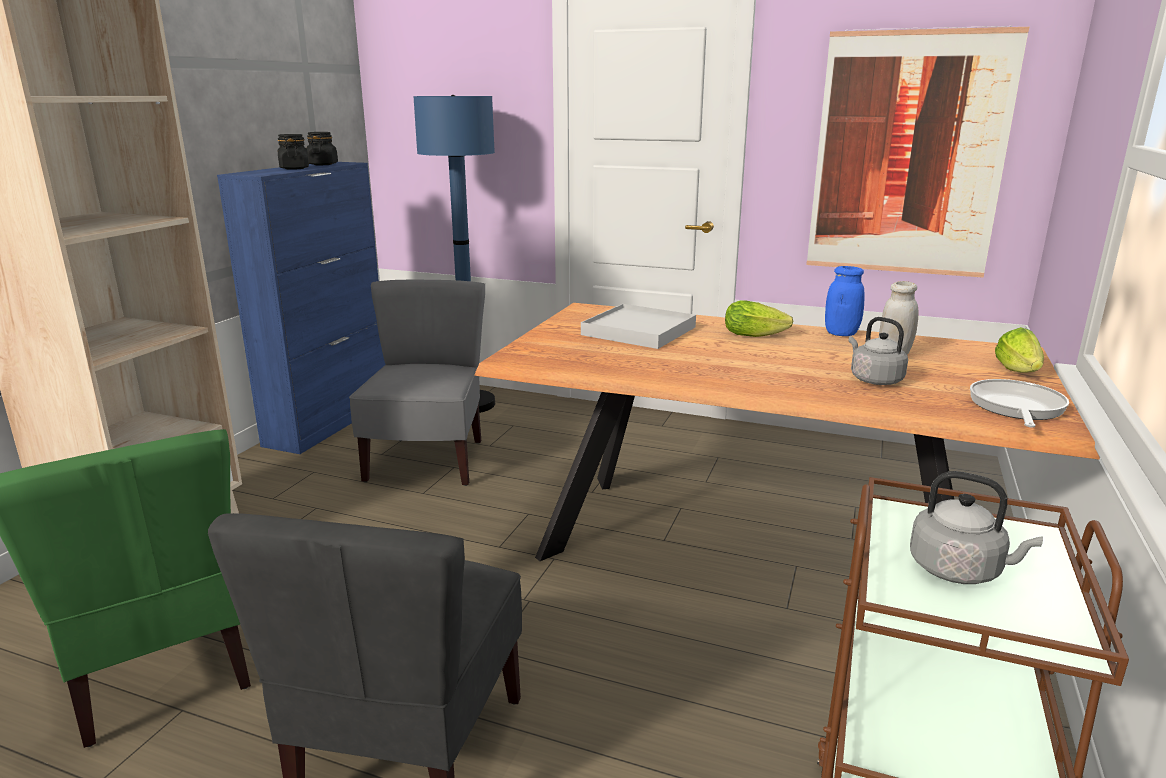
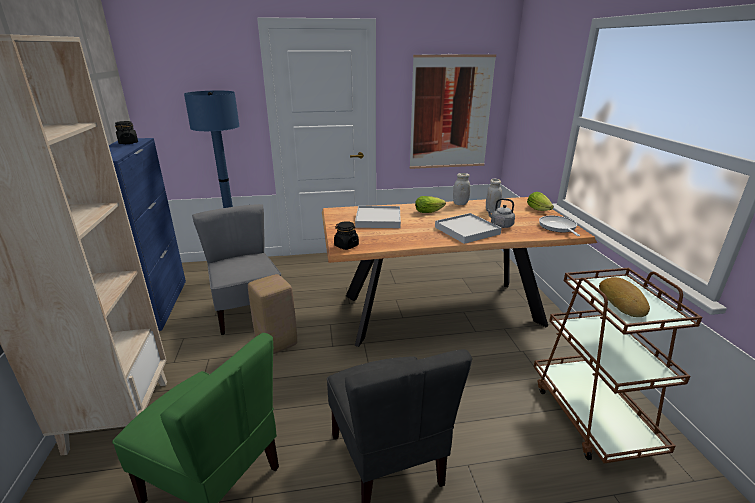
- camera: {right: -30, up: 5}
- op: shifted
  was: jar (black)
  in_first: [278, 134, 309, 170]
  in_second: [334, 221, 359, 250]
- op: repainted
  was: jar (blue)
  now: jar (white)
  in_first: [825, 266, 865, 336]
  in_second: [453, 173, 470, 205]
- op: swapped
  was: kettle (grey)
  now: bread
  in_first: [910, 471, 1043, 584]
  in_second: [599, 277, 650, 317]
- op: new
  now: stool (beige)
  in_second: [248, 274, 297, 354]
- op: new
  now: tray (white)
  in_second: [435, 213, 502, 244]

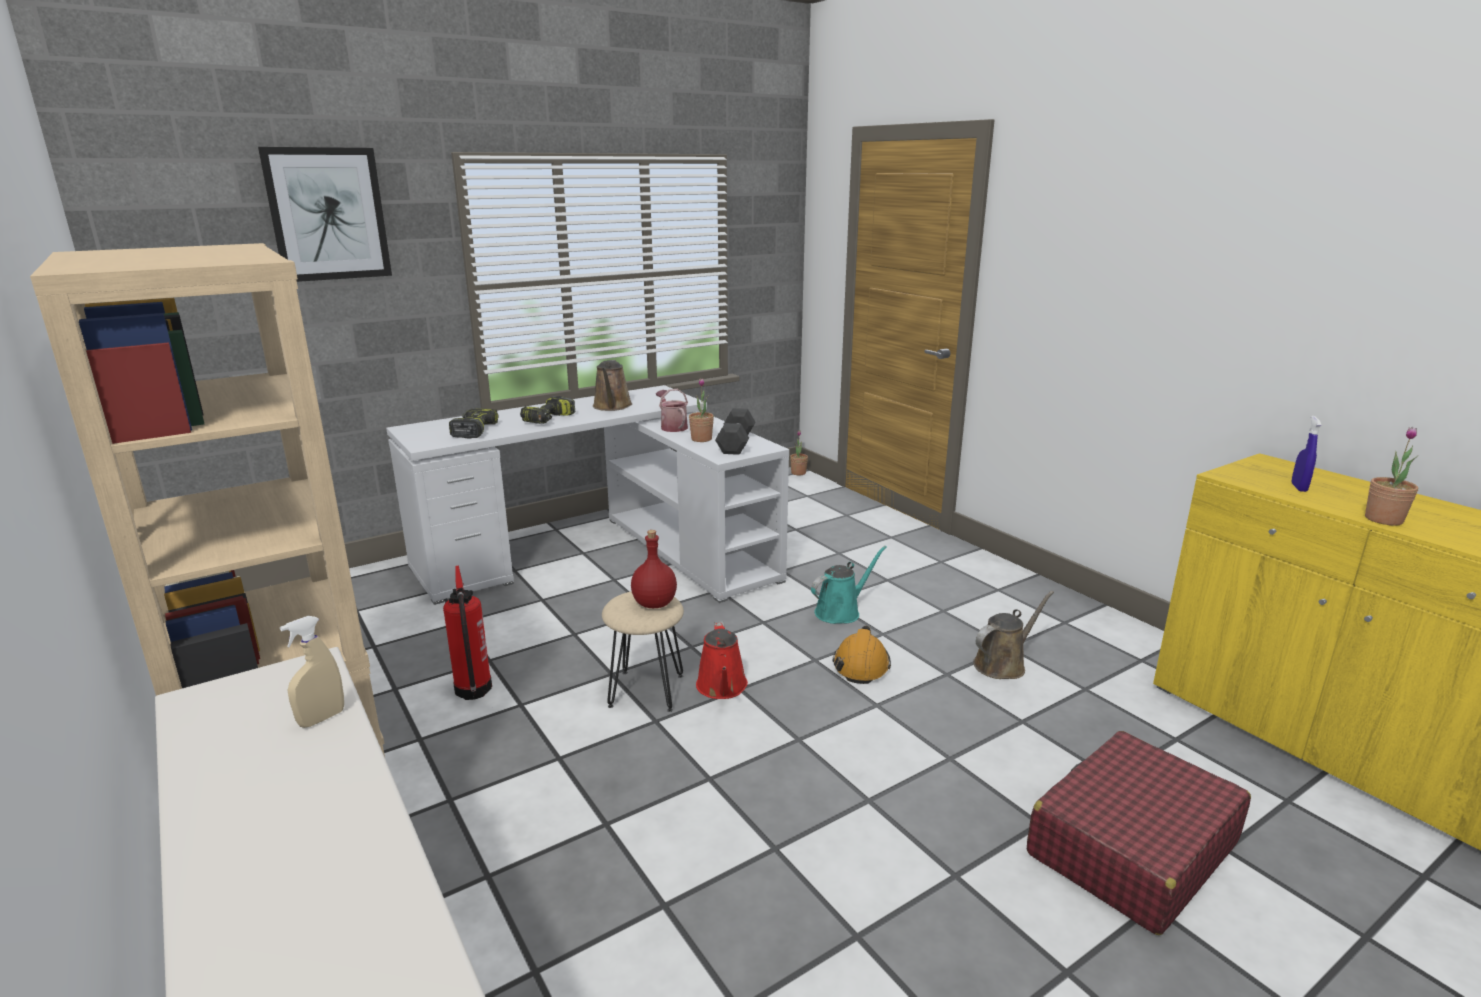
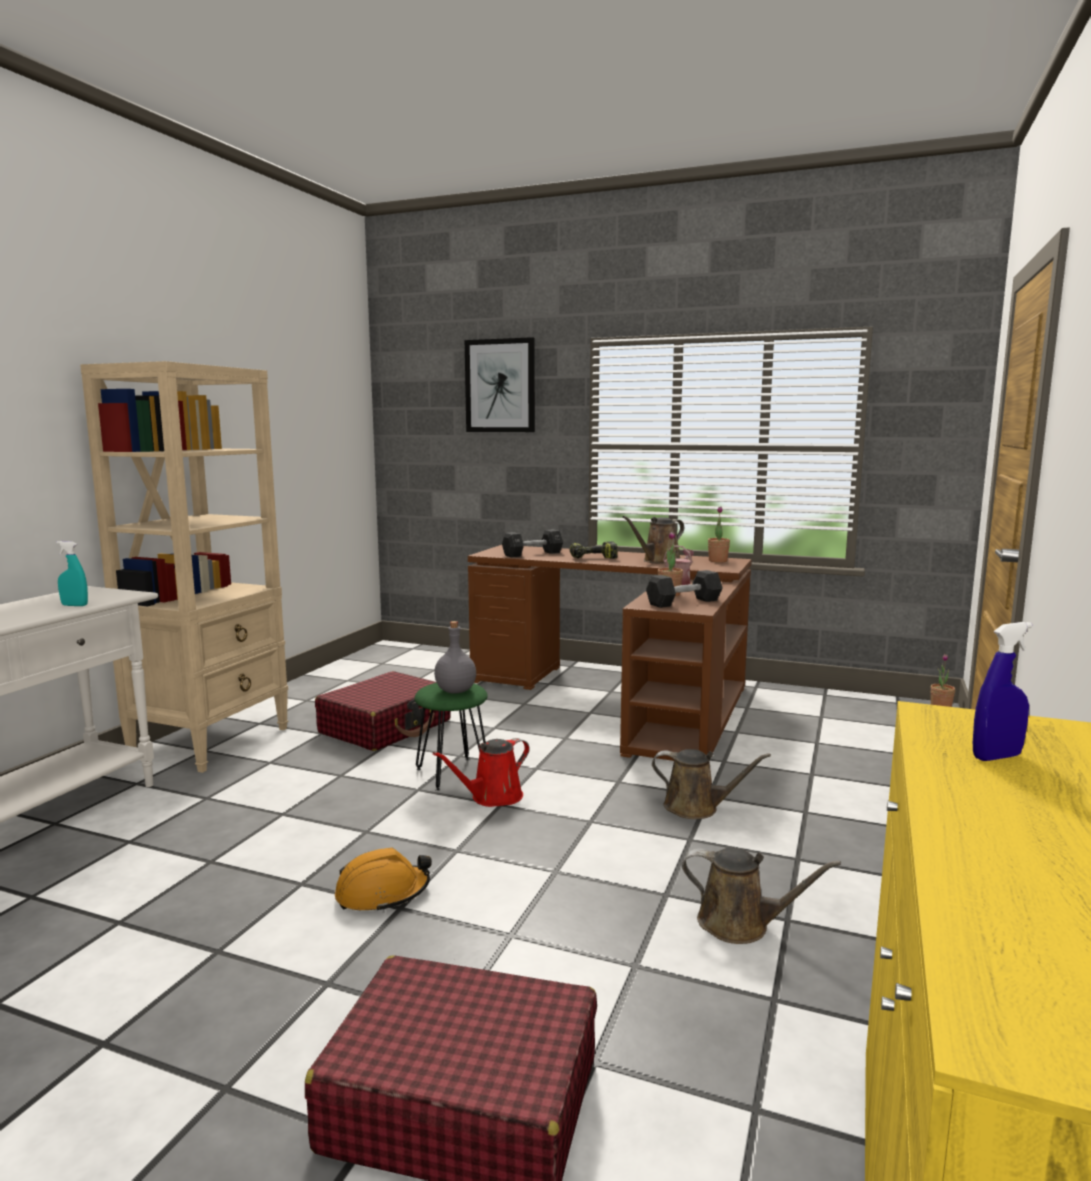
- camera: {right: 55, up: -10}
- op: repainted
  was: spray bottle (beige)
  now: spray bottle (turquoise)
  in_first: [280, 616, 344, 728]
  in_second: [56, 541, 88, 606]
- op: repainted
  was: desk (white)
  now: desk (brown)
  in_first: [386, 385, 789, 605]
  in_second: [468, 545, 751, 761]
- op: swapped
  was: fire extinguisher
  now: suitcase (red)
  in_first: [443, 566, 492, 700]
  in_second: [315, 671, 451, 751]
- op: swapped
  was: power drill
  now: dumbbell (black)
  in_first: [449, 408, 498, 439]
  in_second: [502, 529, 563, 557]
- op: repainted
  was: stool (beige)
  now: stool (green)
  in_first: [602, 591, 684, 712]
  in_second: [414, 683, 488, 791]
- op: repainted
  was: bottle (red)
  now: bottle (grey)
  in_first: [631, 530, 677, 608]
  in_second: [434, 621, 476, 694]
- op: repainted
  was: watering can (turquoise)
  now: watering can (brown)
  in_first: [811, 546, 887, 624]
  in_second: [652, 749, 771, 819]
- op: shifted
  was: hard hat (orange)
  in_first: [832, 626, 891, 684]
  in_second: [335, 847, 432, 912]
- op: shifted
  was: potted plant
  in_first: [1365, 427, 1418, 526]
  in_second: [708, 506, 730, 562]

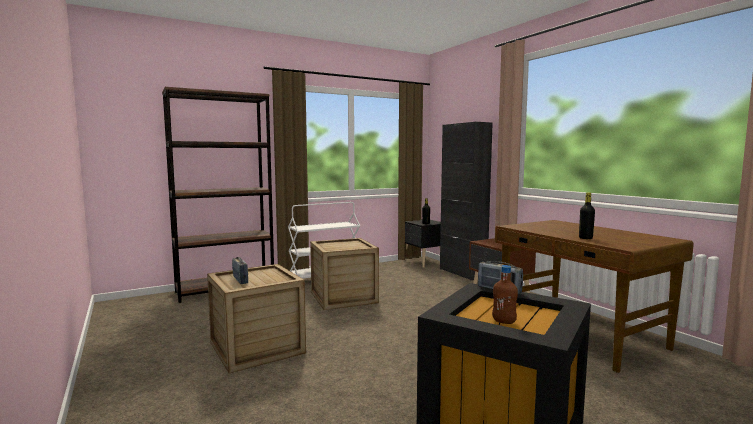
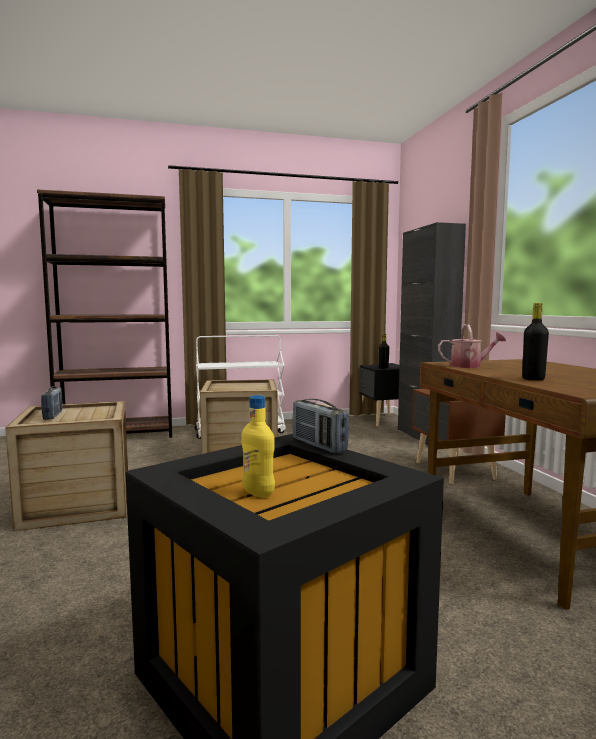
- camera: {right: 15, up: 0}
- op: repainted
  was: bottle (brown)
  now: bottle (yellow)
  in_first: [492, 265, 518, 324]
  in_second: [242, 395, 275, 498]
- op: new
  now: watering can
  in_second: [438, 324, 506, 368]

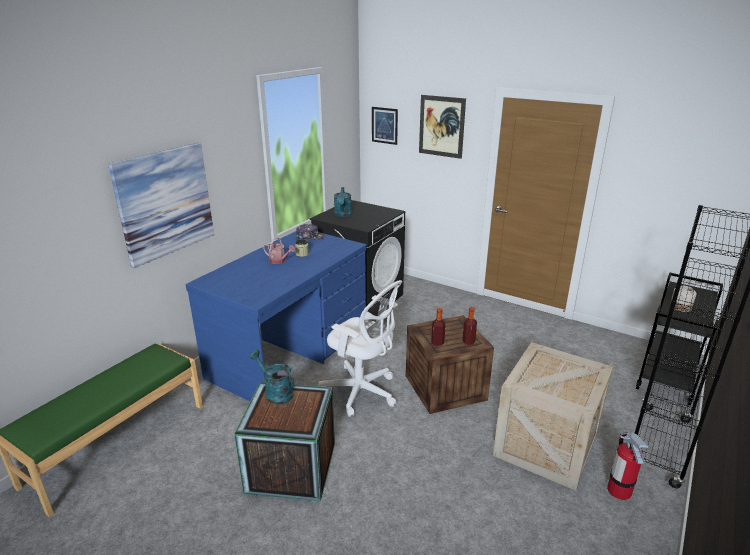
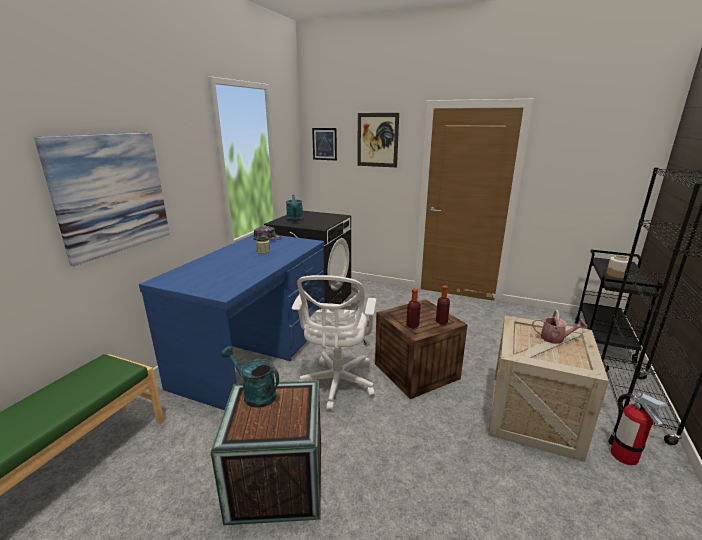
- camera: {right: -10, up: -5}
- op: shifted
  was: watering can
  in_first: [263, 237, 295, 264]
  in_second: [532, 310, 588, 344]
- op: rotated
  was: office chair (white)
  in_first: [318, 280, 403, 417]
  in_second: [292, 275, 376, 411]
  clockwise: 75

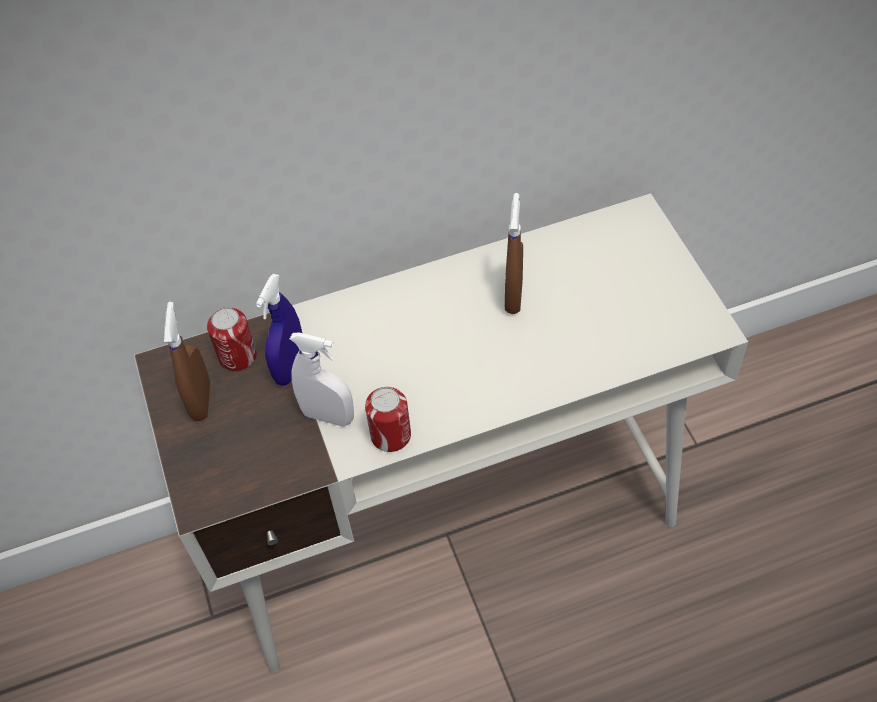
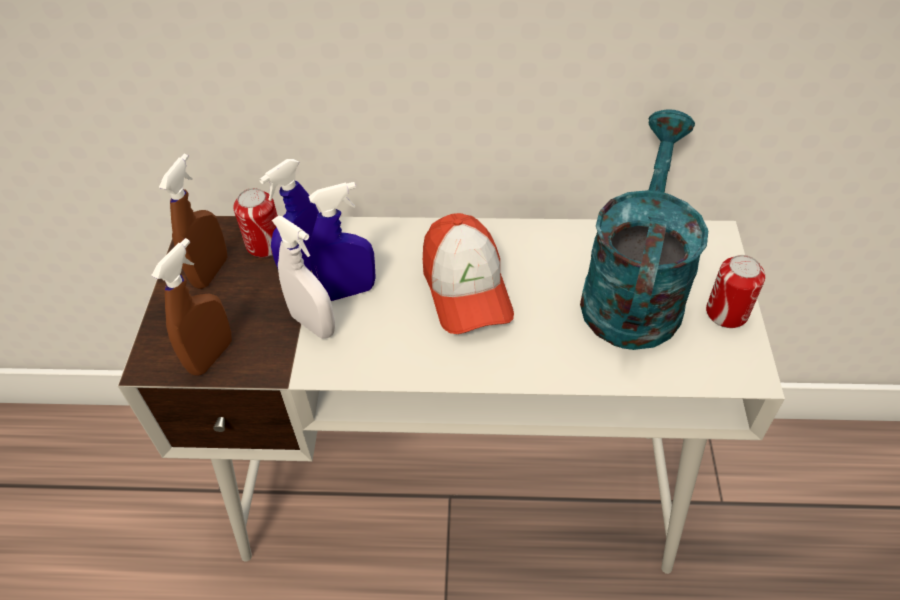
- camera: {right: 20, up: -5}
- op: shifted
  was: can
  in_first: [365, 387, 411, 452]
  in_second: [706, 255, 765, 328]
- op: shifted
  was: spray bottle (brown)
  in_first: [505, 193, 523, 314]
  in_second: [151, 238, 232, 376]
- op: new
  now: spray bottle (blue)
  in_second: [309, 182, 376, 301]
- op: new
  now: cap
  in_second: [423, 213, 514, 334]
- op: new
  now: watering can (turquoise)
  in_second: [580, 110, 708, 350]

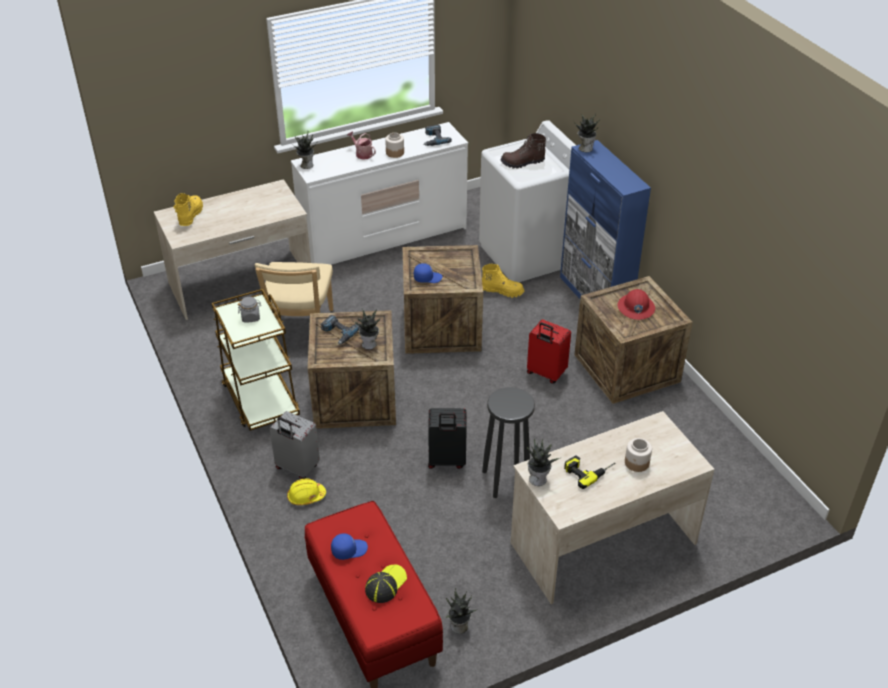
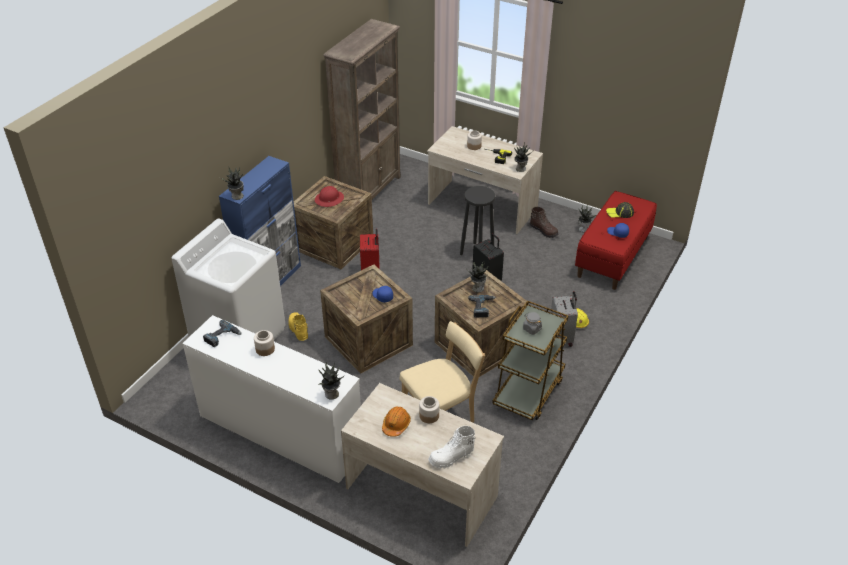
- camera: {right: -125, up: 0}
- op: repainted
  was: boot (yellow)
  now: boot (white)
  in_first: [174, 193, 203, 226]
  in_second: [428, 426, 475, 468]
- op: gone
  was: watering can
  in_first: [347, 131, 376, 160]
- op: shifted
  was: boot (brown)
  in_first: [500, 133, 546, 169]
  in_second: [530, 207, 558, 238]
- op: new
  now: bookcase (brown)
  in_second: [323, 19, 401, 199]
- op: new
  now: hard hat (orange)
  in_second: [382, 407, 411, 437]
- op: new
  now: jar
  in_second: [419, 396, 439, 423]

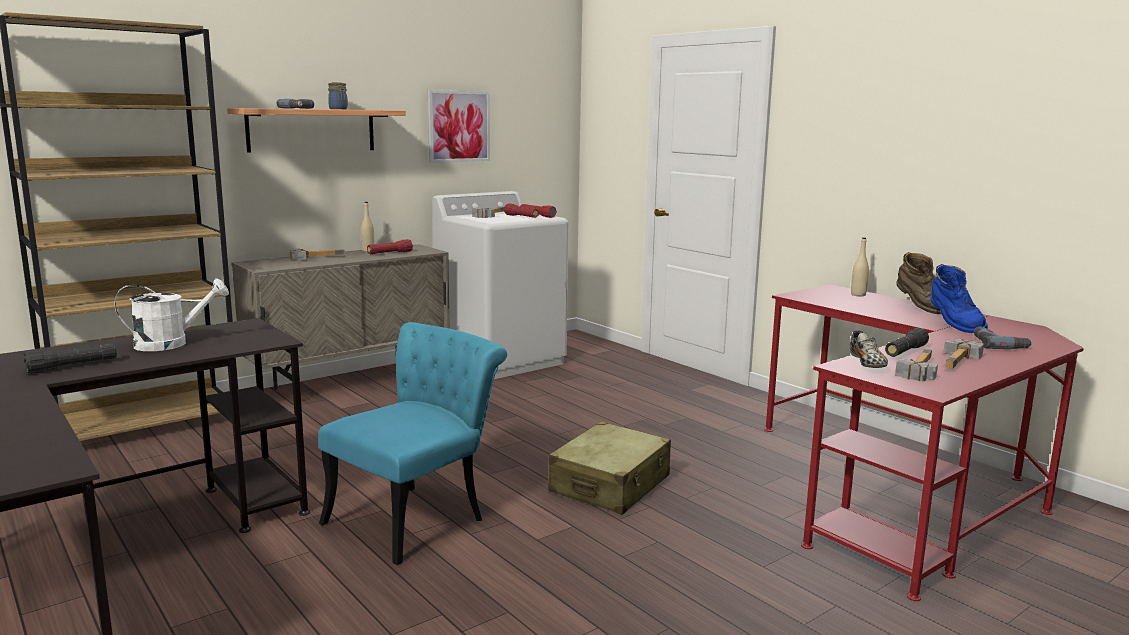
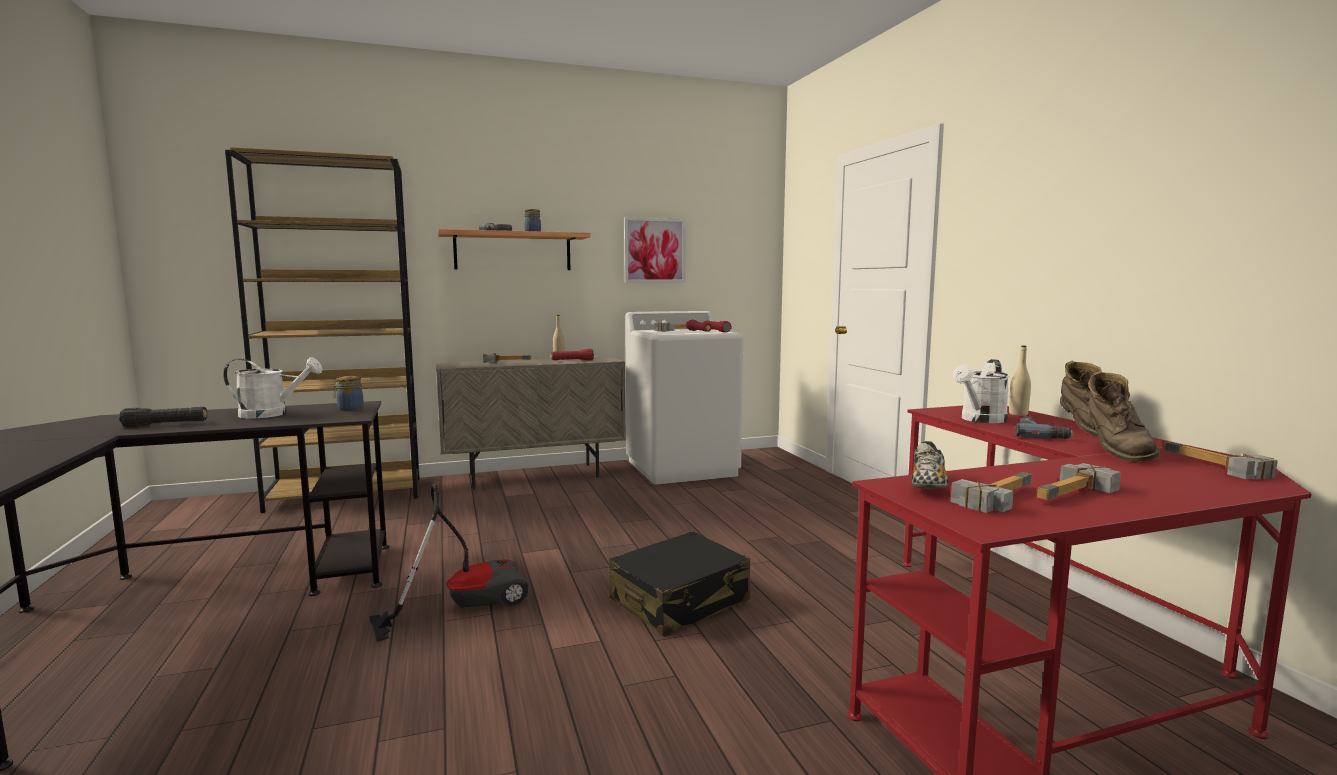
- camera: {right: 20, up: -5}
- op: swapped
  was: chair (turquoise)
  now: vacuum cleaner
  in_first: [318, 322, 507, 565]
  in_second: [370, 484, 529, 642]
- op: repainted
  was: suitcase (beige)
  now: suitcase (black)
  in_first: [548, 422, 671, 515]
  in_second: [609, 531, 750, 636]
- op: gone
  was: flashlight (black)
  in_first: [885, 328, 929, 357]
- op: repainted
  was: boot (blue)
  now: boot (brown)
  in_first: [930, 264, 988, 333]
  in_second: [1088, 371, 1160, 462]
- op: shifted
  was: power drill
  in_first: [974, 326, 1032, 349]
  in_second: [1015, 416, 1074, 439]
- op: new
  now: jar
  in_second: [333, 376, 364, 411]
- op: new
  now: watering can (white)
  in_second: [953, 359, 1009, 423]
- op: new
  now: hammer
  in_second: [1163, 442, 1278, 480]

